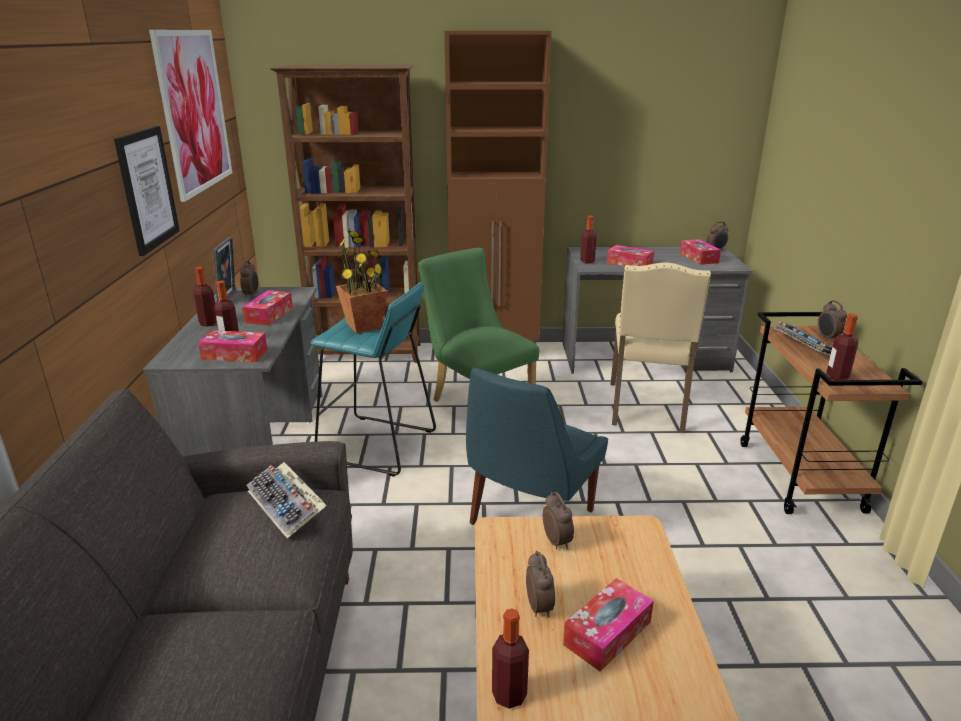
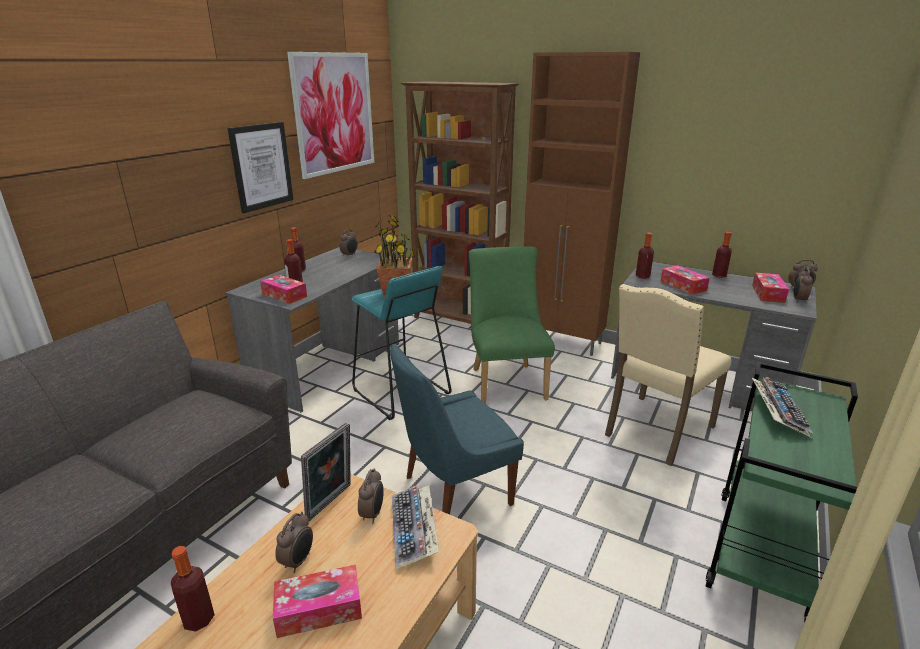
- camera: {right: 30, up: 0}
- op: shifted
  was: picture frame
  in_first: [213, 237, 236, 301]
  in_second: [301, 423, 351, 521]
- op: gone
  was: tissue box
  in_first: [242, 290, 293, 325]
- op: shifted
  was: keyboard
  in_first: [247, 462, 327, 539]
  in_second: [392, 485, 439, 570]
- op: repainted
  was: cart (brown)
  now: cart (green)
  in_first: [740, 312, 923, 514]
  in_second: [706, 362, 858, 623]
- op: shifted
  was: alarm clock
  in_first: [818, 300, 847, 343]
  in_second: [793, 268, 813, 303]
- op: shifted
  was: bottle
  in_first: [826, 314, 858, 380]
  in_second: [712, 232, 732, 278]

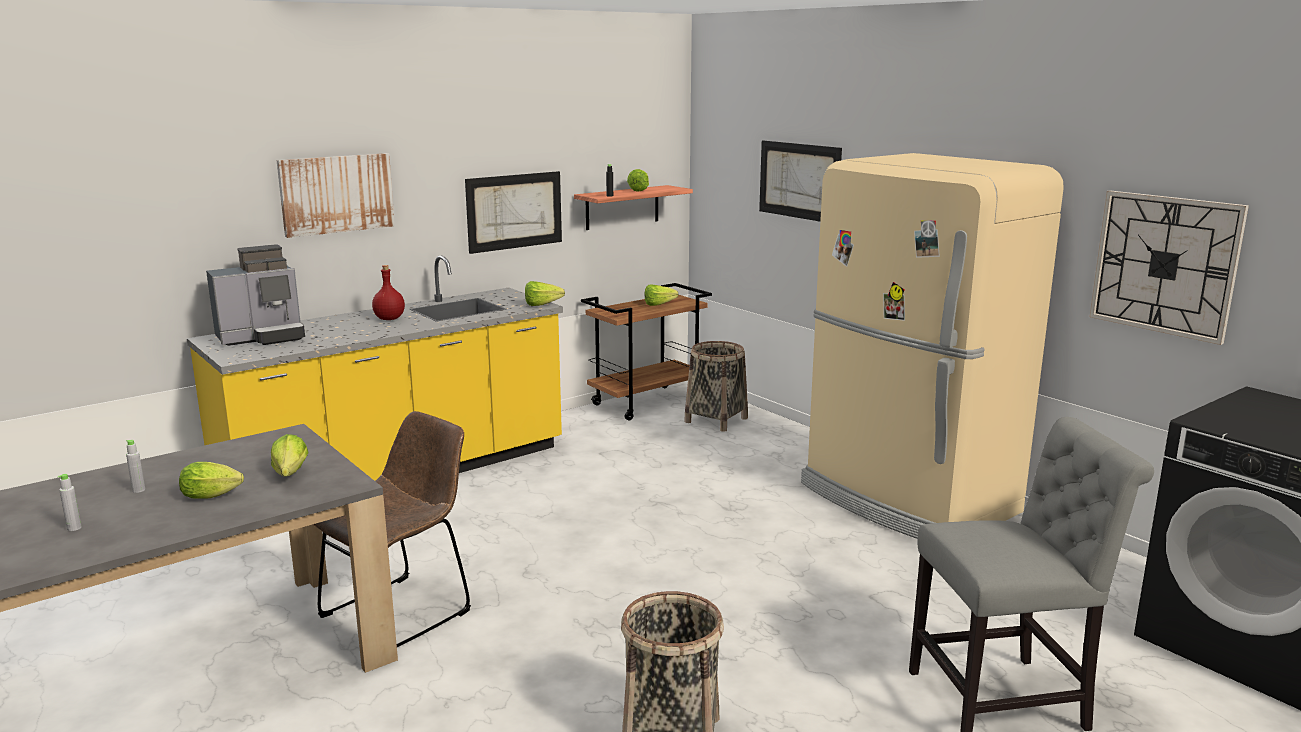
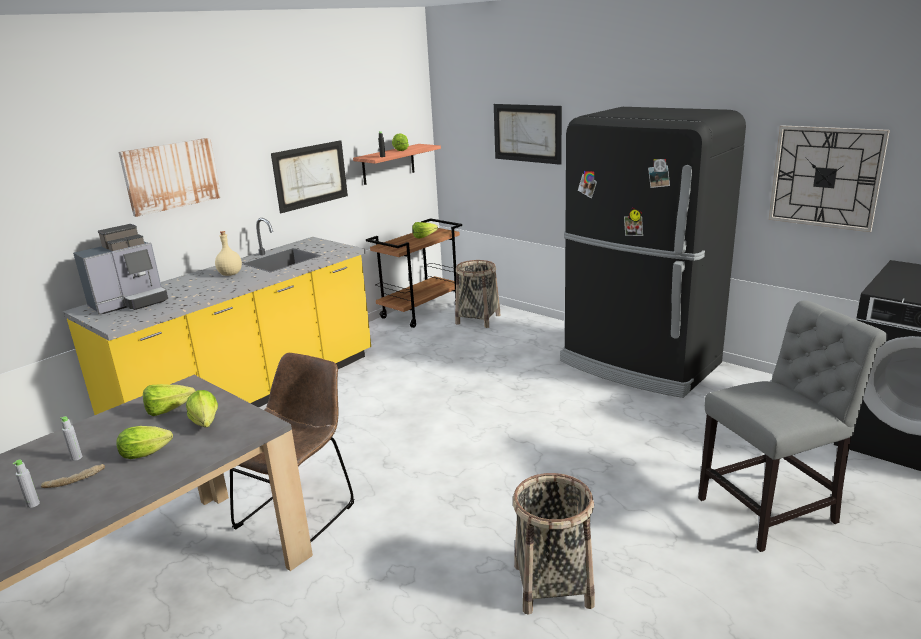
- camera: {right: -10, up: 5}
- op: repainted
  was: bottle (red)
  now: bottle (beige)
  in_first: [372, 265, 405, 320]
  in_second: [215, 231, 242, 276]
- op: shifted
  was: lettuce
  in_first: [525, 281, 565, 306]
  in_second: [143, 384, 196, 416]
- op: repainted
  was: fridge (beige)
  now: fridge (black)
  in_first: [801, 153, 1064, 539]
  in_second: [560, 107, 746, 398]
- op: new
  now: bread
  in_second: [41, 464, 105, 488]

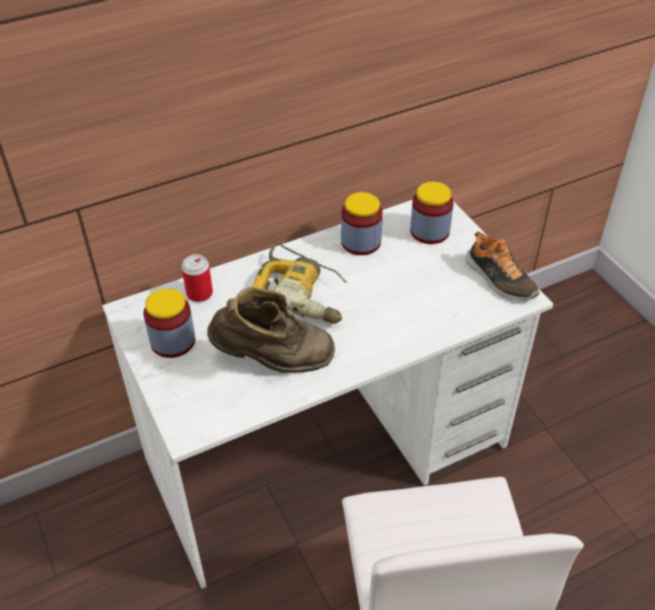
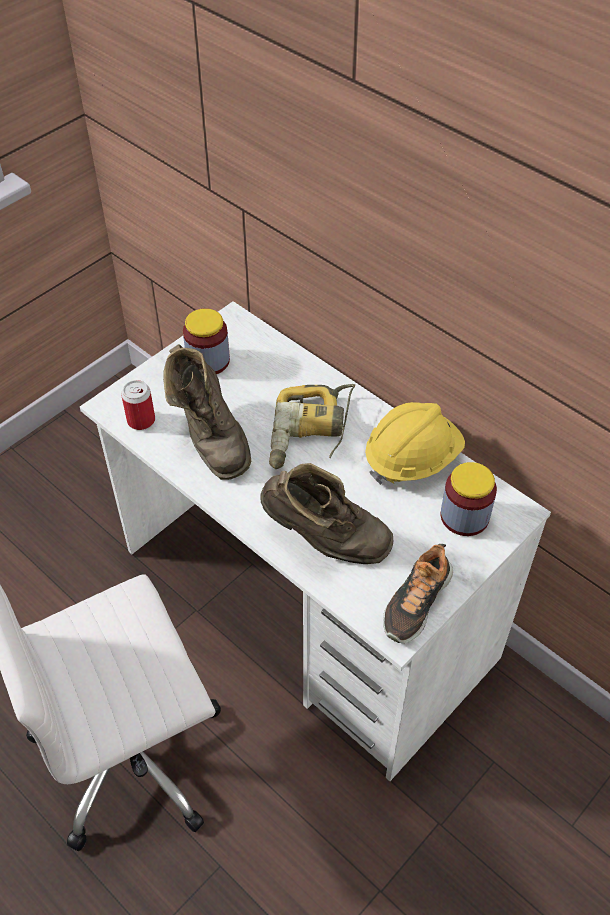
- camera: {right: 70, up: 5}
- op: shifted
  was: can
  in_first: [182, 254, 213, 302]
  in_second: [121, 380, 155, 430]
- op: swapped
  was: jar
  now: hard hat (yellow)
  in_first: [341, 192, 383, 255]
  in_second: [365, 402, 465, 485]
- op: new
  now: boot (brown)
  in_second: [260, 463, 393, 564]

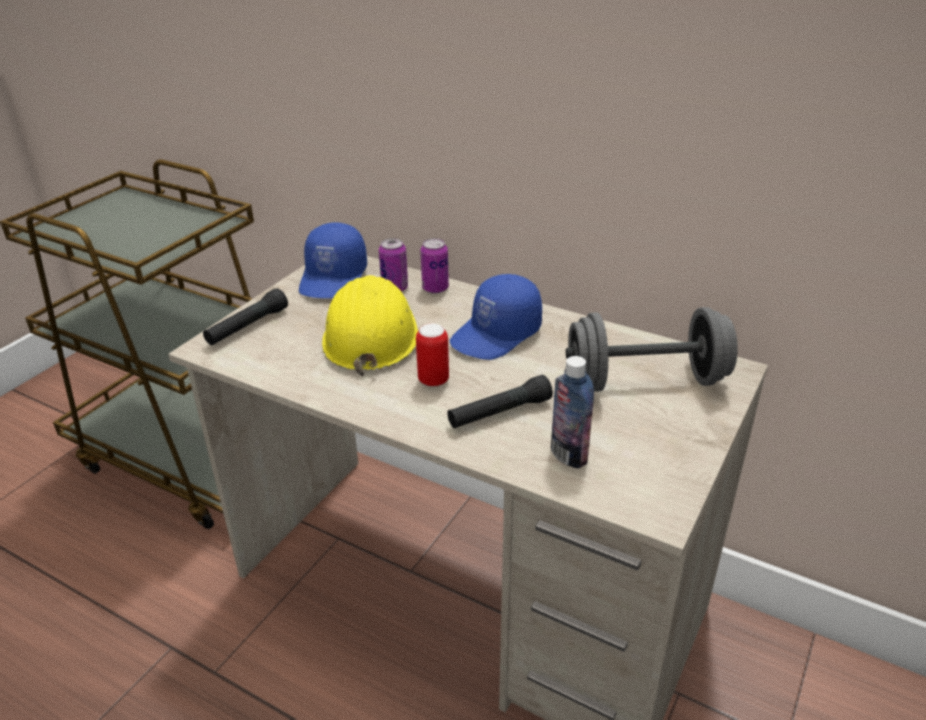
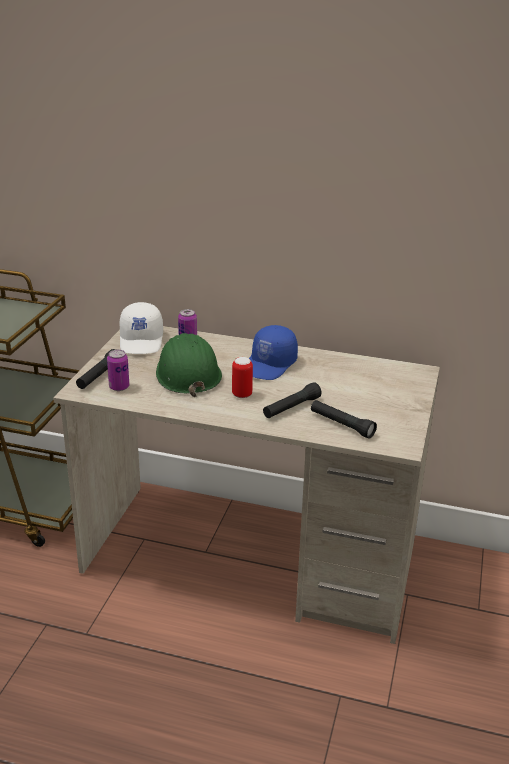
- camera: {right: -15, up: -5}
- op: repainted
  was: cap (blue)
  now: cap (white)
  in_first: [299, 222, 367, 298]
  in_second: [120, 302, 163, 354]
- op: repainted
  was: hard hat (yellow)
  now: hard hat (green)
  in_first: [322, 275, 418, 376]
  in_second: [156, 333, 222, 397]
- op: shifted
  was: can
  in_first: [420, 238, 449, 294]
  in_second: [107, 350, 129, 391]
- op: swapped
  was: bottle
  now: flashlight (black)
  in_first: [551, 356, 594, 469]
  in_second: [311, 400, 377, 439]
- op: gone
  was: dumbbell (grey)
  in_first: [566, 307, 738, 392]

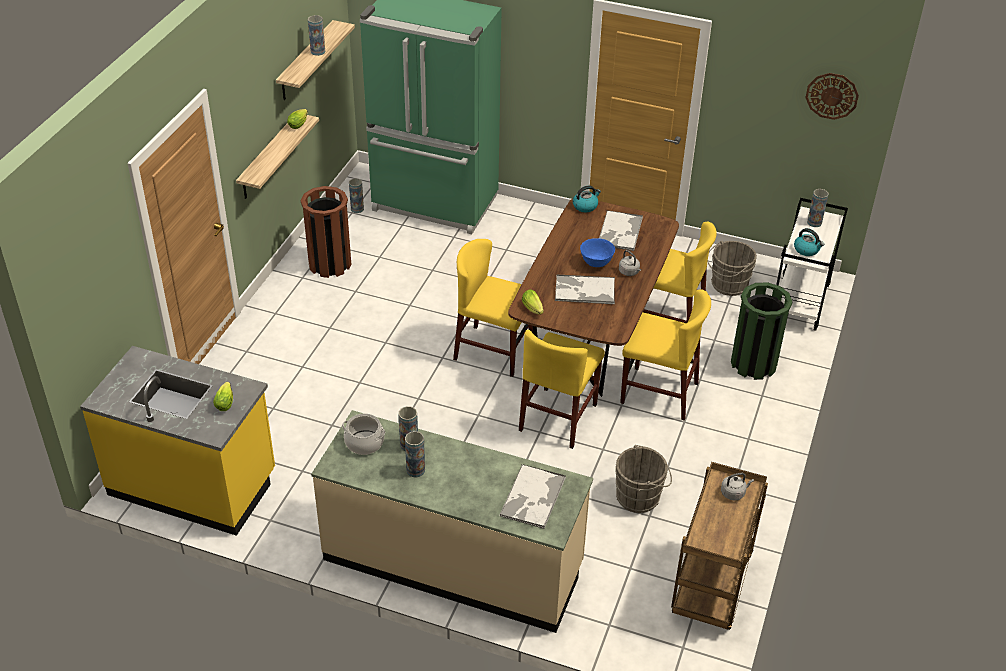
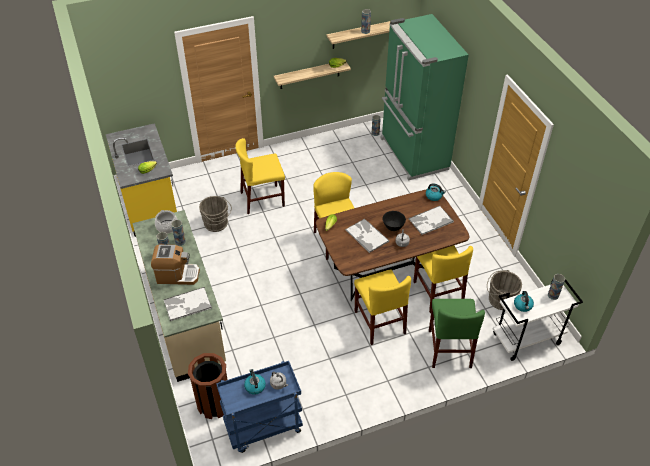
- camera: {right: 50, up: 5}
- op: shifted
  was: trash can (brown)
  in_first: [301, 186, 351, 278]
  in_second: [188, 353, 228, 419]
- op: shifted
  was: chair (yellow)
  in_first: [519, 329, 605, 449]
  in_second: [235, 138, 285, 214]
- op: repainted
  was: bowl (blue)
  now: bowl (black)
  in_first: [580, 238, 615, 267]
  in_second: [382, 211, 406, 231]
- op: shifted
  was: bucket (grey)
  in_first: [615, 445, 672, 513]
  in_second: [199, 196, 232, 232]
- op: repainted
  was: cart (brown)
  now: cart (blue)
  in_first: [671, 462, 768, 630]
  in_second: [216, 361, 303, 453]
- op: swapped
  was: trash can (green)
  now: chair (green)
  in_first: [731, 282, 792, 380]
  in_second: [429, 299, 485, 368]
- op: gone
  was: wall clock
  in_first: [805, 73, 859, 120]
- op: new
  now: coffee machine
  in_second: [151, 245, 200, 285]
- op: new
  now: kettle
  in_second: [244, 369, 266, 395]

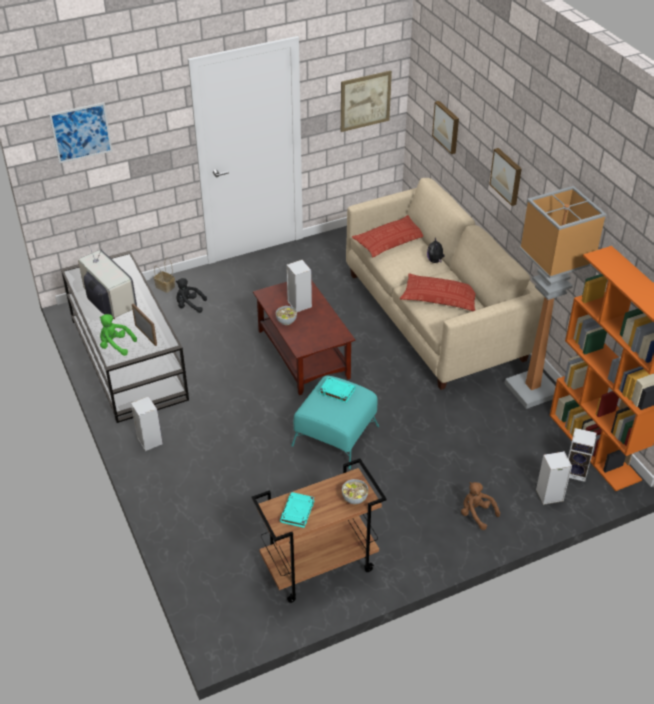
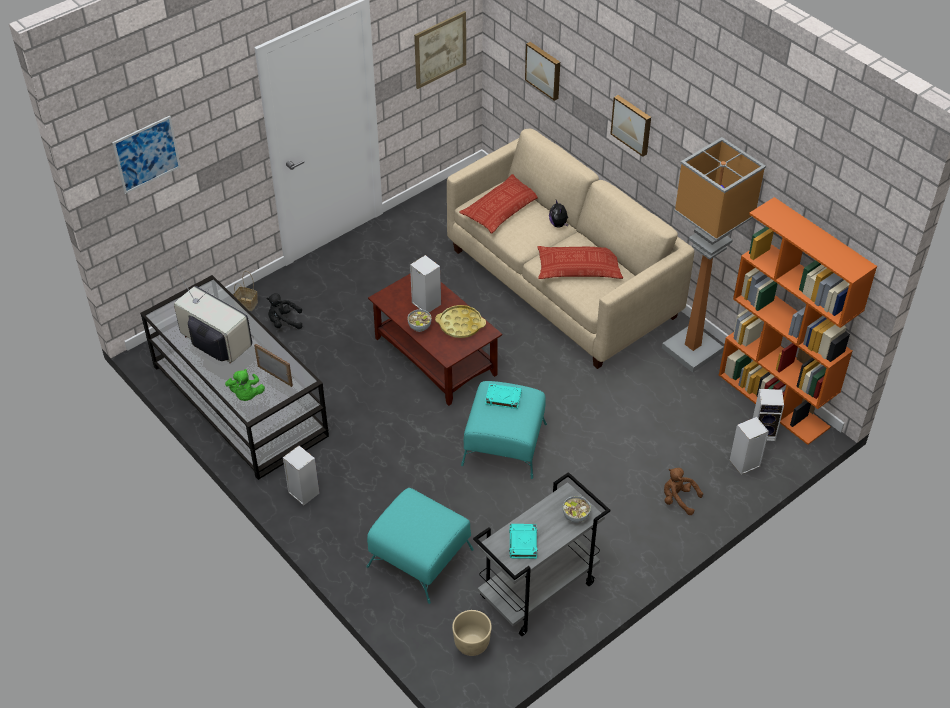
- camera: {right: -15, up: 5}
- op: rotated
  was: plush toy (green)
  in_first: [100, 314, 137, 356]
  in_second: [225, 369, 265, 401]
  clockwise: -105
- op: repainted
  was: cart (brown)
  now: cart (grey)
  in_first: [252, 458, 387, 603]
  in_second: [473, 472, 610, 636]
- op: new
  now: ottoman (turquoise)
  in_second: [366, 488, 474, 604]
- op: new
  now: tray (yellow)
  in_second: [435, 305, 486, 338]
- op: new
  now: planter (beige)
  in_second: [452, 610, 492, 656]

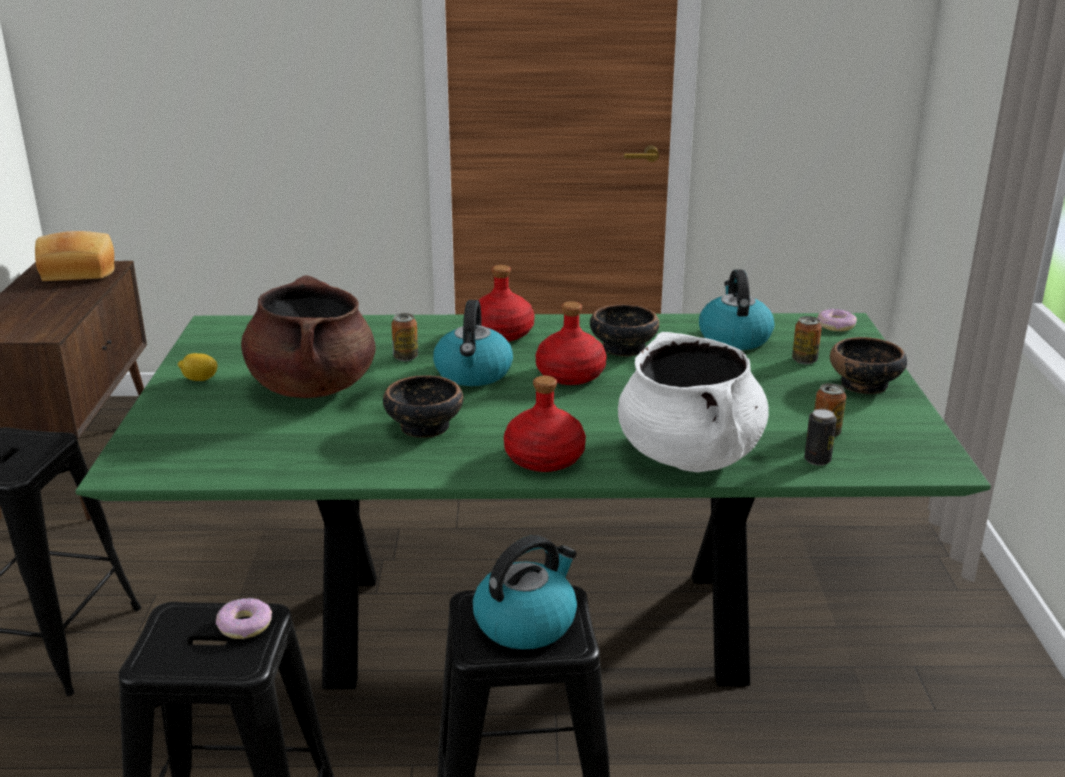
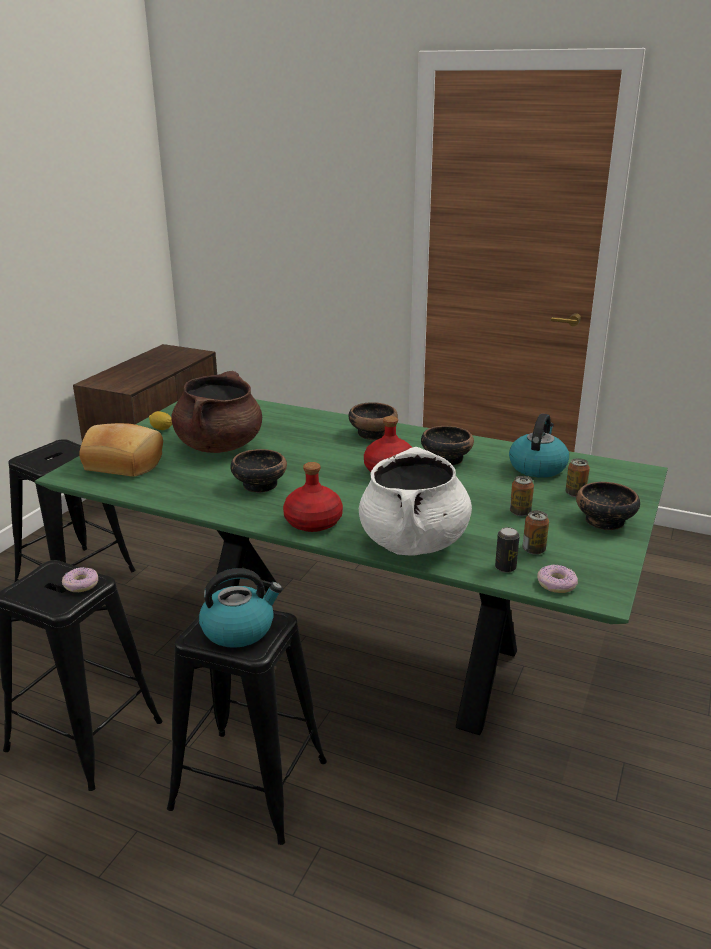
- camera: {right: 25, up: 0}
- op: shifted
  was: bread
  in_first: [35, 231, 115, 281]
  in_second: [79, 423, 163, 477]
- op: shifted
  was: can
  in_first: [391, 313, 418, 361]
  in_second: [510, 476, 534, 516]
- op: gone
  was: kettle
  in_first: [433, 300, 513, 386]
- op: swapped
  was: bottle (red)
  now: bowl
  in_first: [478, 265, 535, 342]
  in_second: [349, 402, 398, 440]
- op: shifted
  was: donut
  in_first: [817, 309, 857, 331]
  in_second: [537, 564, 578, 593]

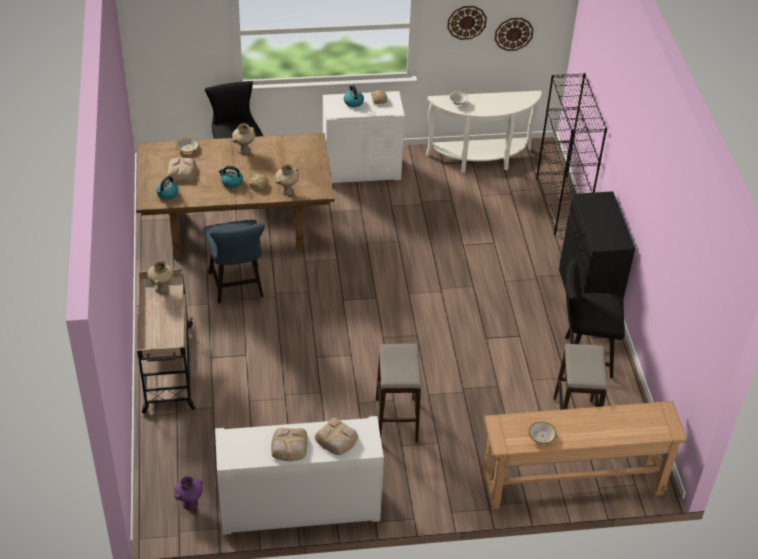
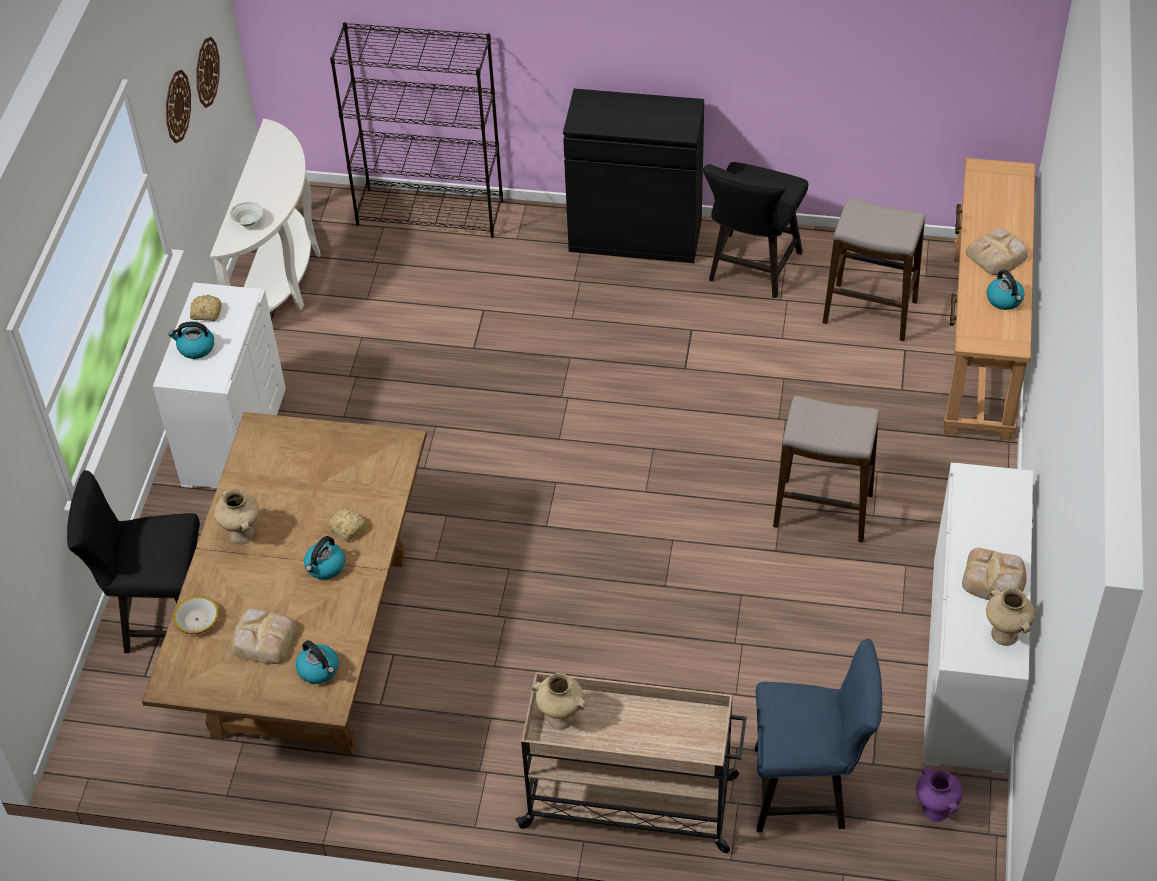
- camera: {right: -70, up: 5}
- op: shifted
  was: chair (blue)
  in_first: [204, 220, 265, 303]
  in_second: [755, 638, 882, 832]
- op: shifted
  was: vase (beige)
  in_first: [275, 164, 299, 196]
  in_second: [986, 588, 1035, 646]
- op: shifted
  was: bread
  in_first: [315, 418, 358, 455]
  in_second: [966, 228, 1028, 275]
- op: swapped
  was: bowl
  now: kettle
  in_first: [528, 421, 557, 444]
  in_second: [987, 270, 1025, 310]

